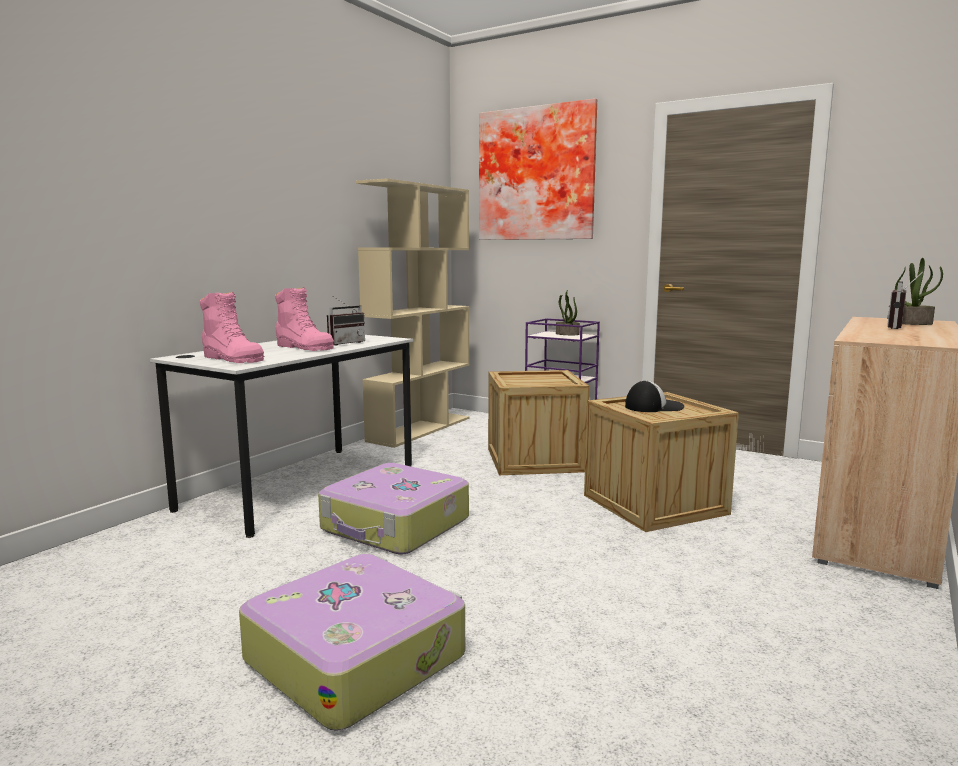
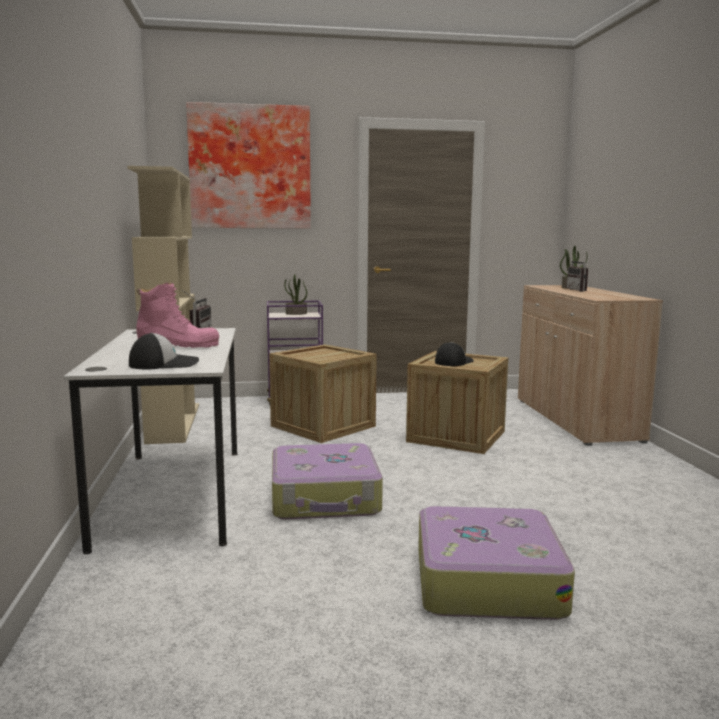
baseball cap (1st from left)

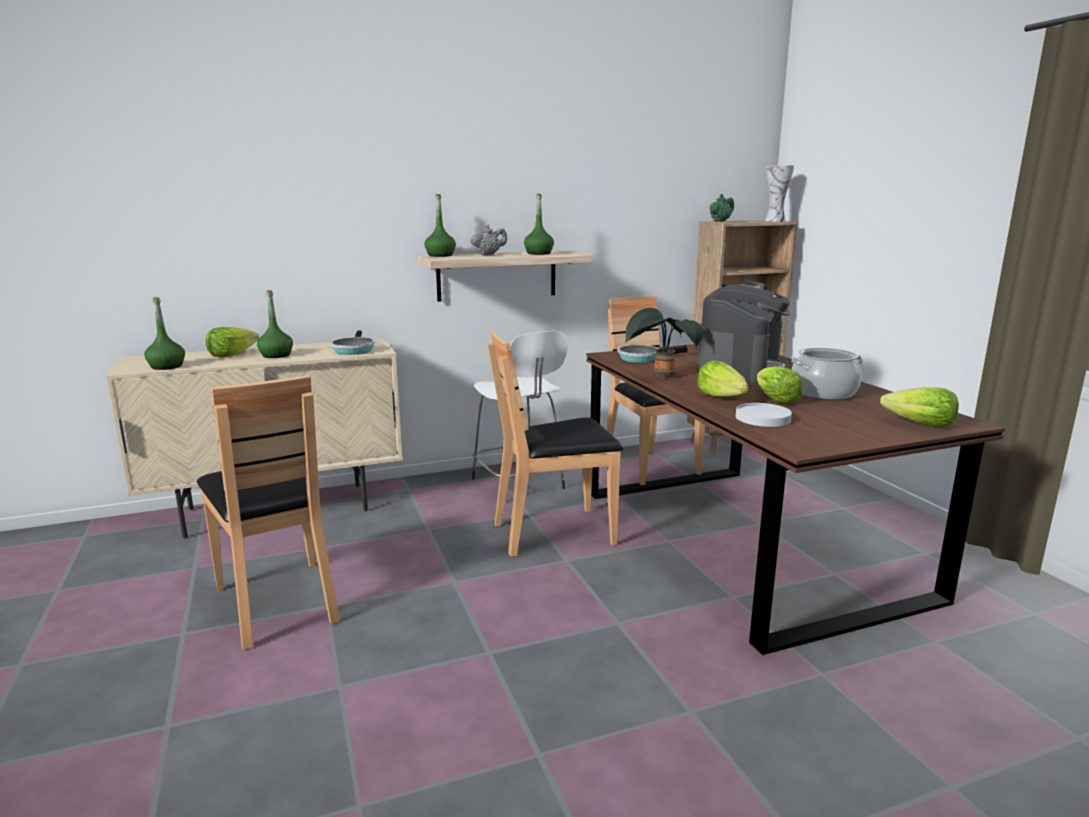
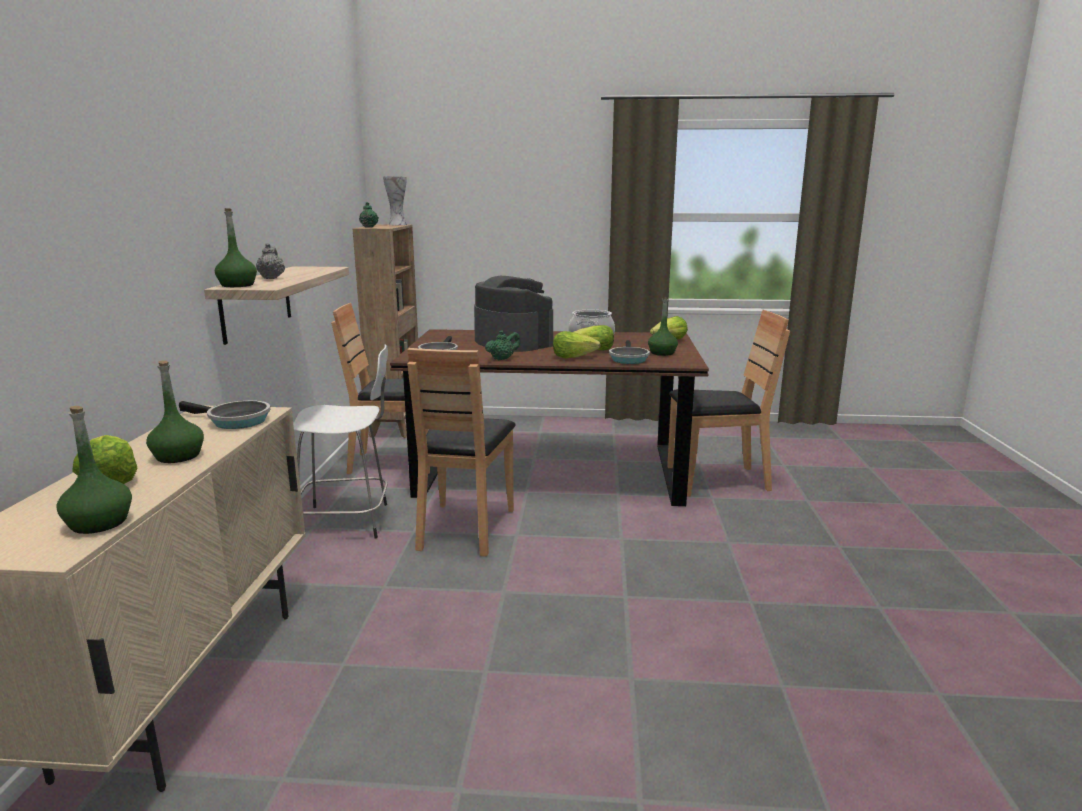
chair (brown) (3rd from left); bottle (green-coloured) (4th from left); tea pot (green-coloured) (2nd from left); skillet (3rd from left)

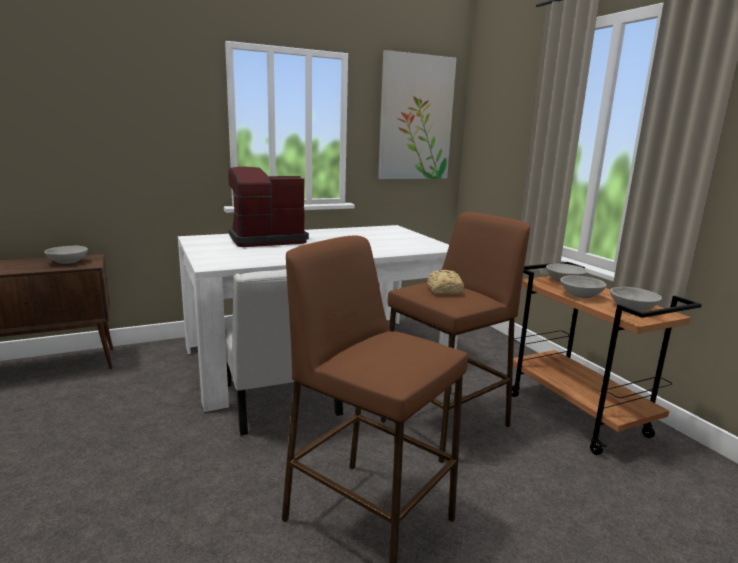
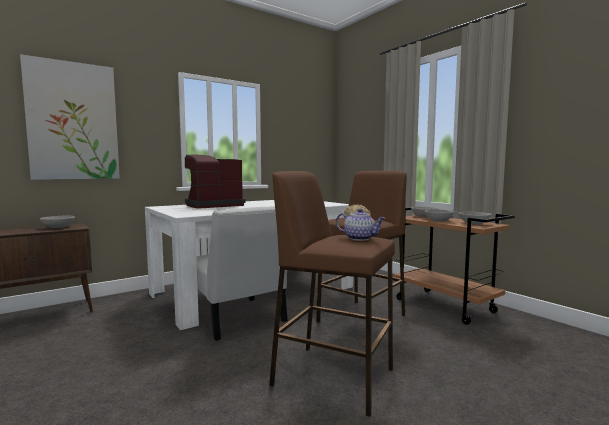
tea pot; wall picture

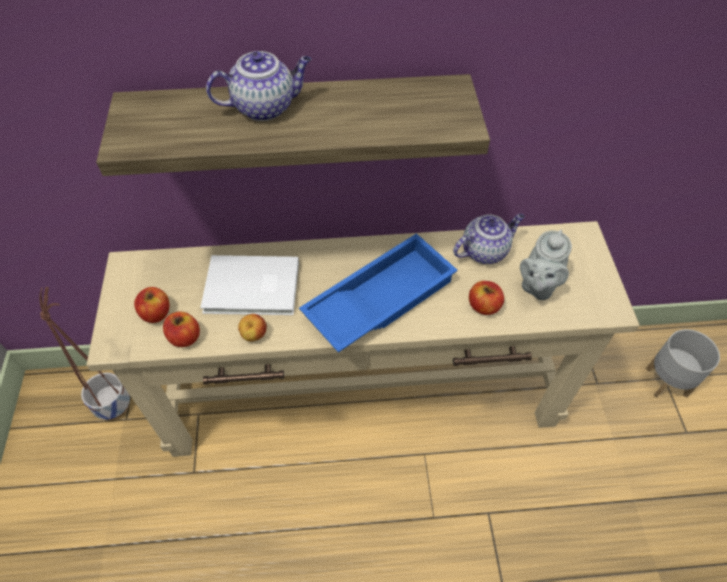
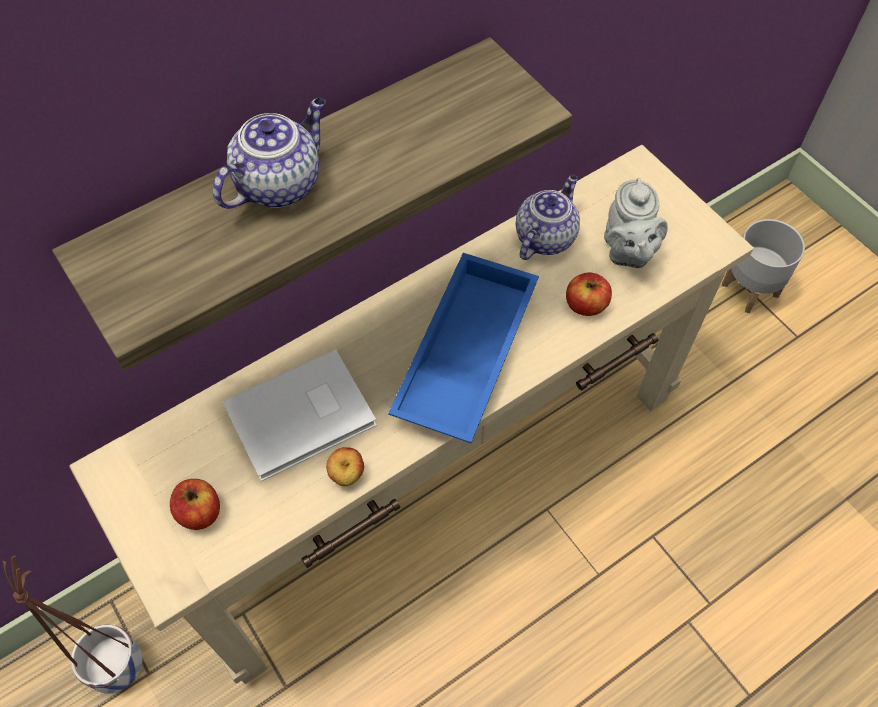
apple (2nd from left in the first image)

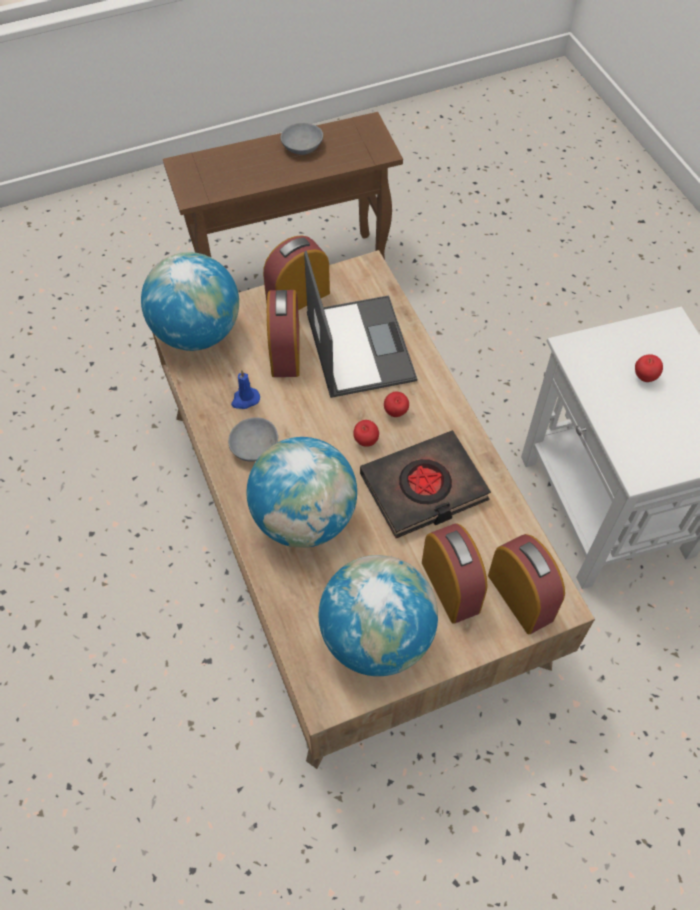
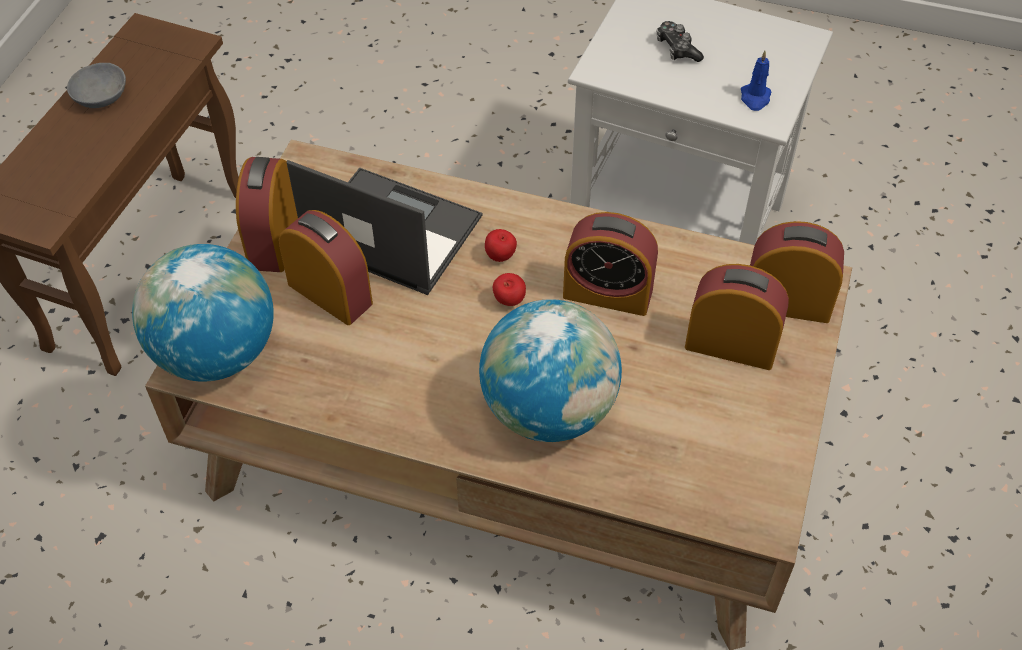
bowl (greyish) (1st from left in the first image); desk globe (3rd from left in the first image); wax candle (blue-coloured); alarm clock (3rd from left); joypad

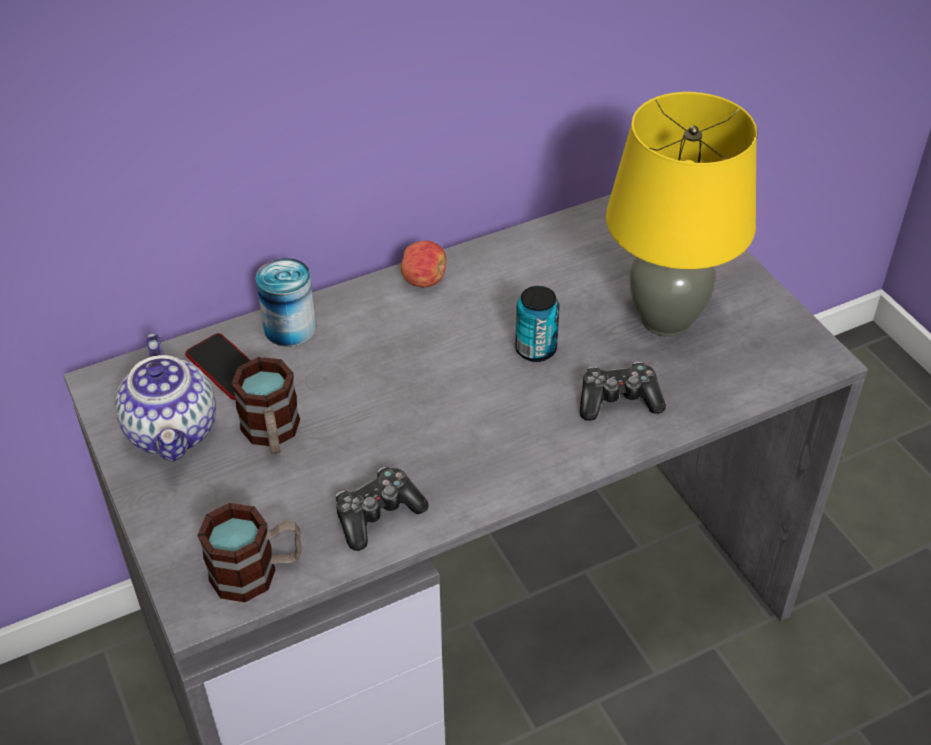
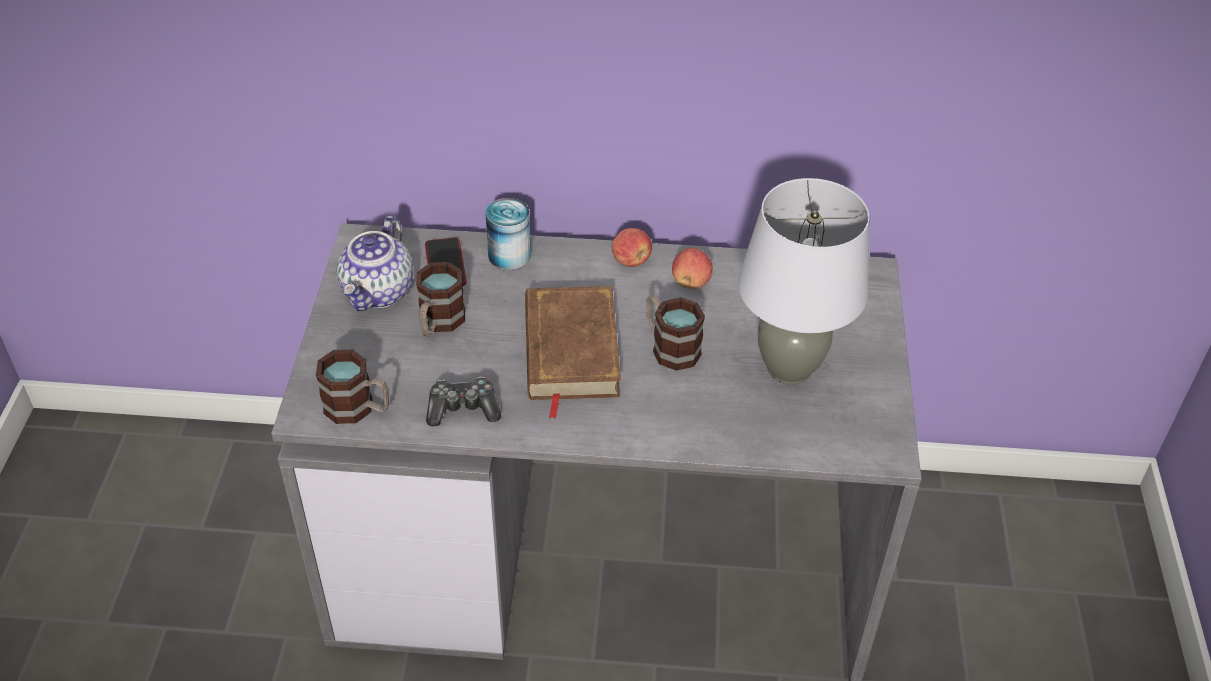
joypad (2nd from left in the first image); book (brown); apple (2nd from left); mug (3rd from left); tabletop lamp (greyish)

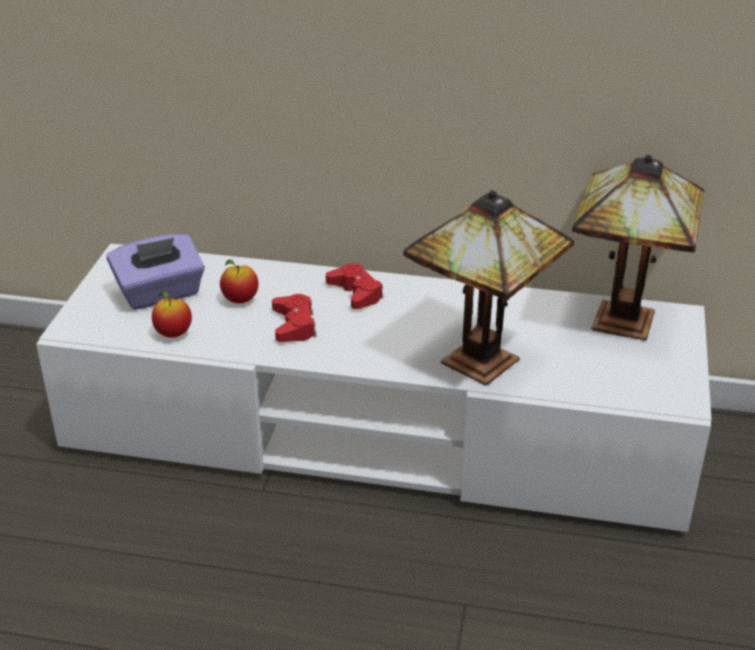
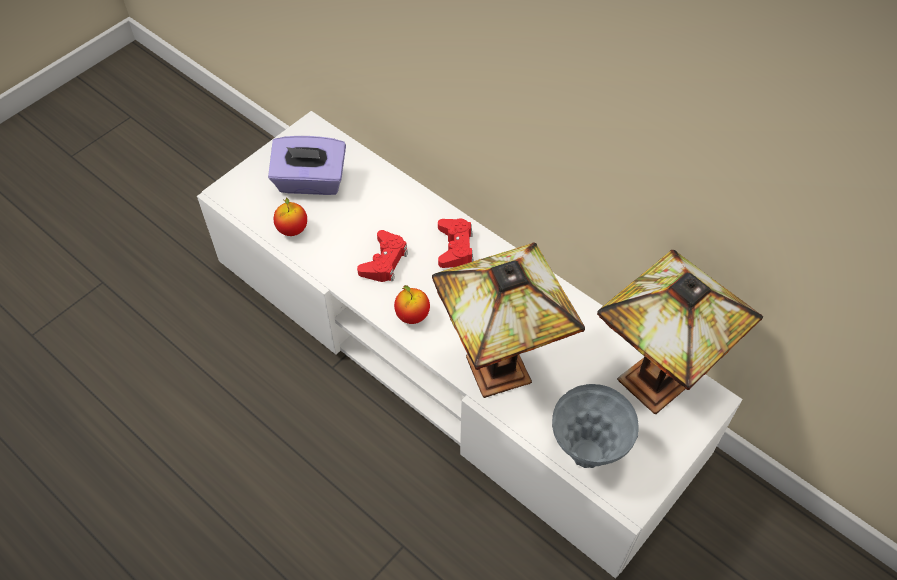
flower vase (greyish); apple (2nd from left)

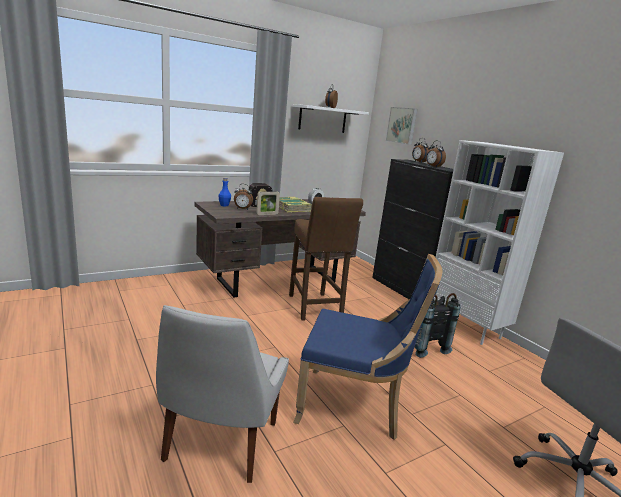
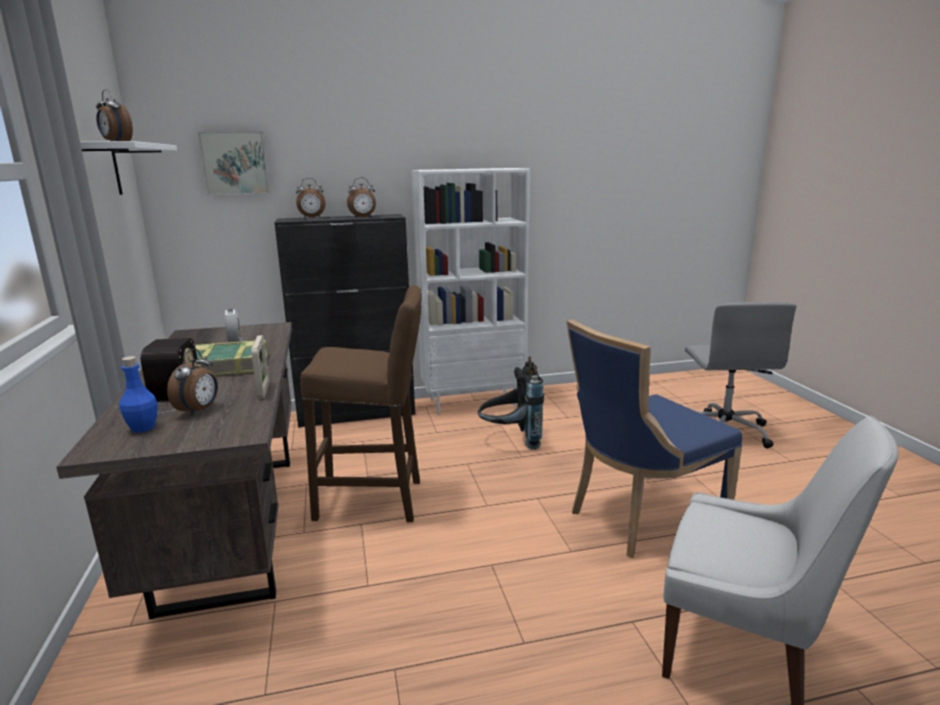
chair (blue-coloured)

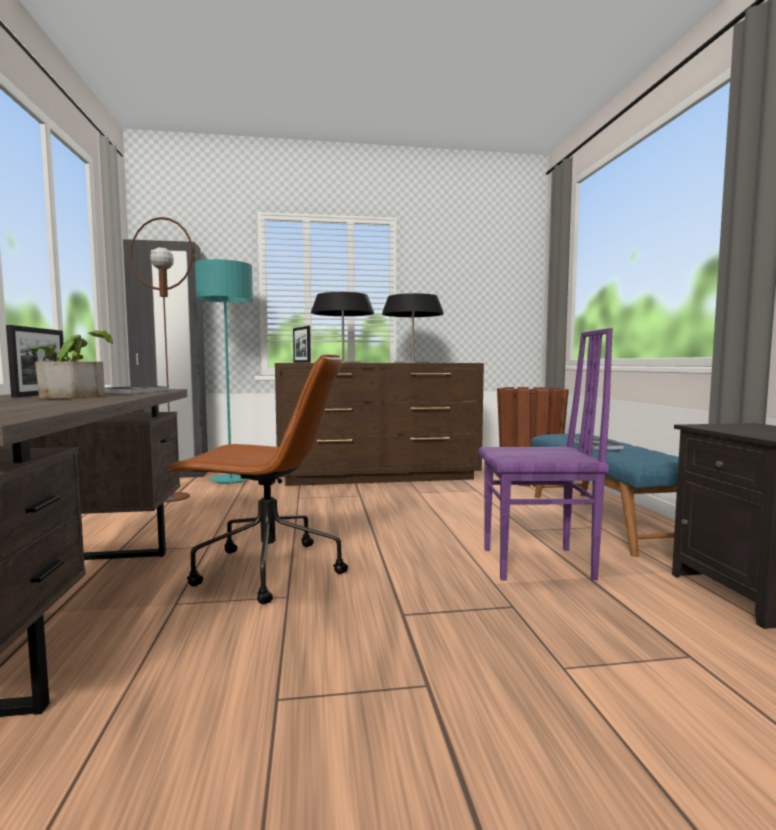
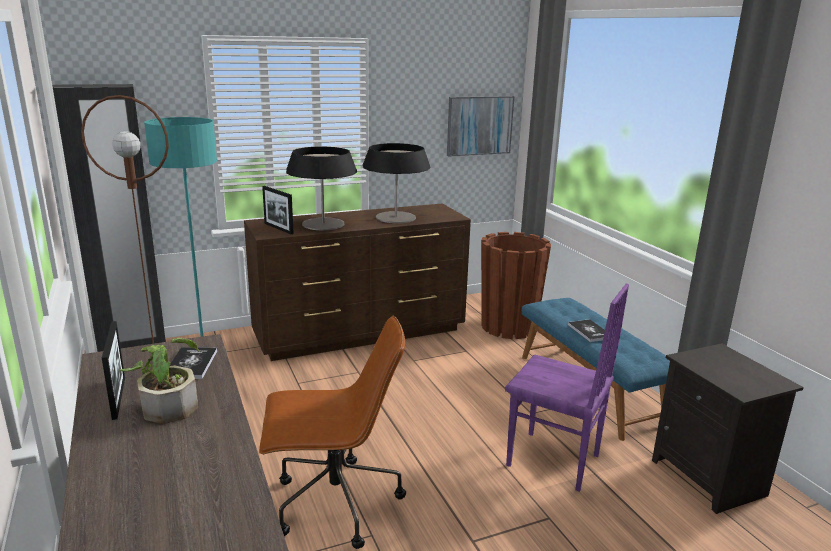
wall picture; chair (purple-coloured)

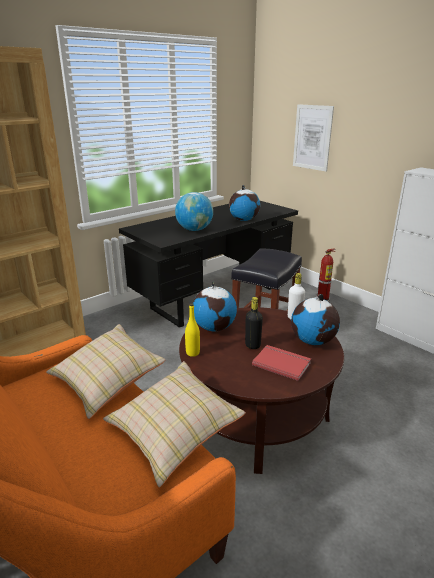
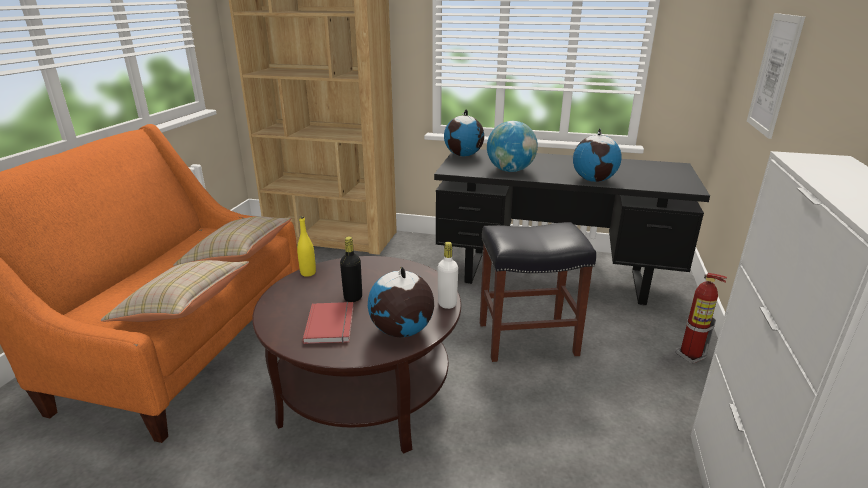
desk globe (2nd from left)

